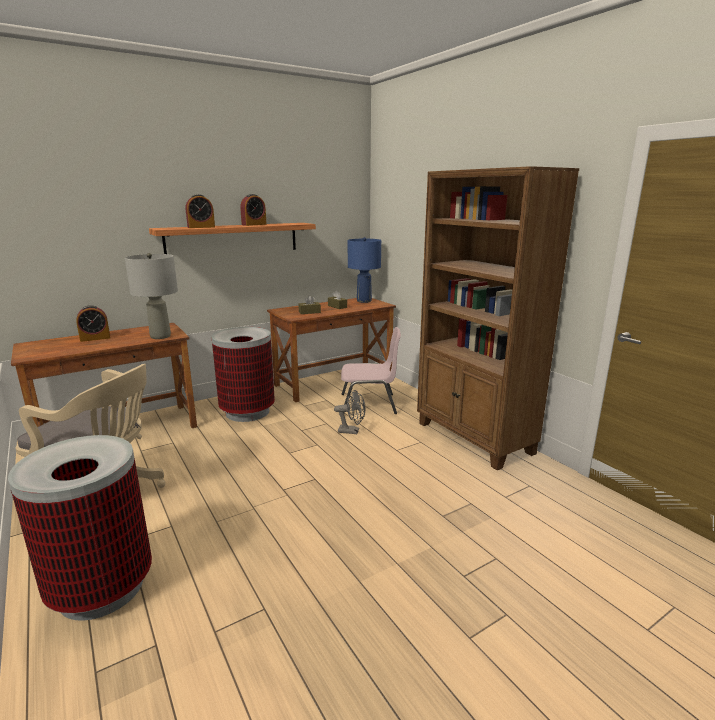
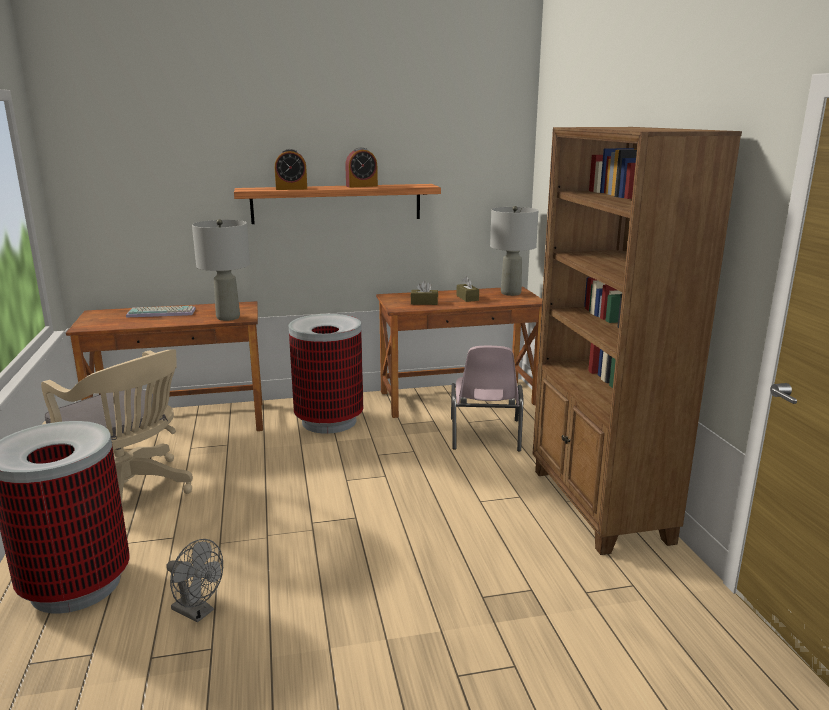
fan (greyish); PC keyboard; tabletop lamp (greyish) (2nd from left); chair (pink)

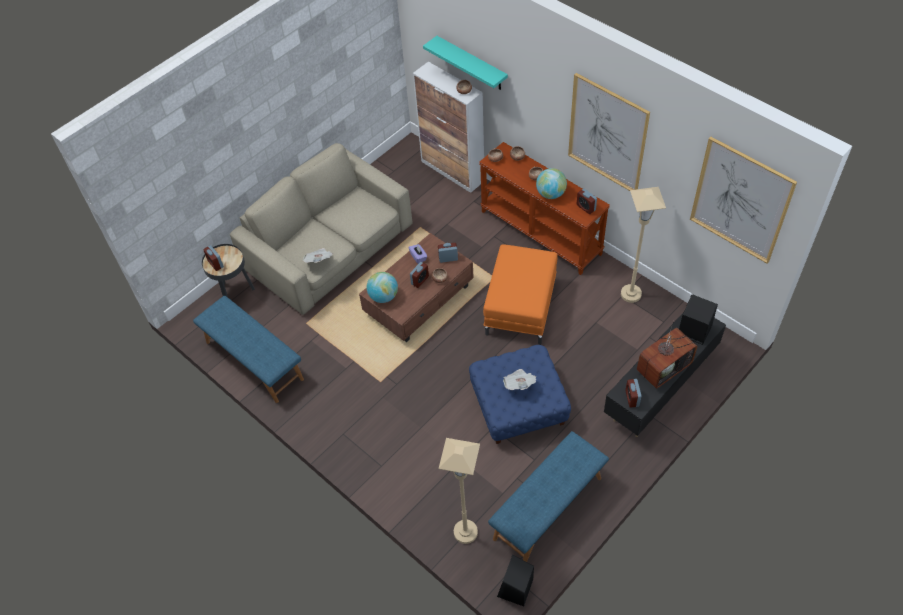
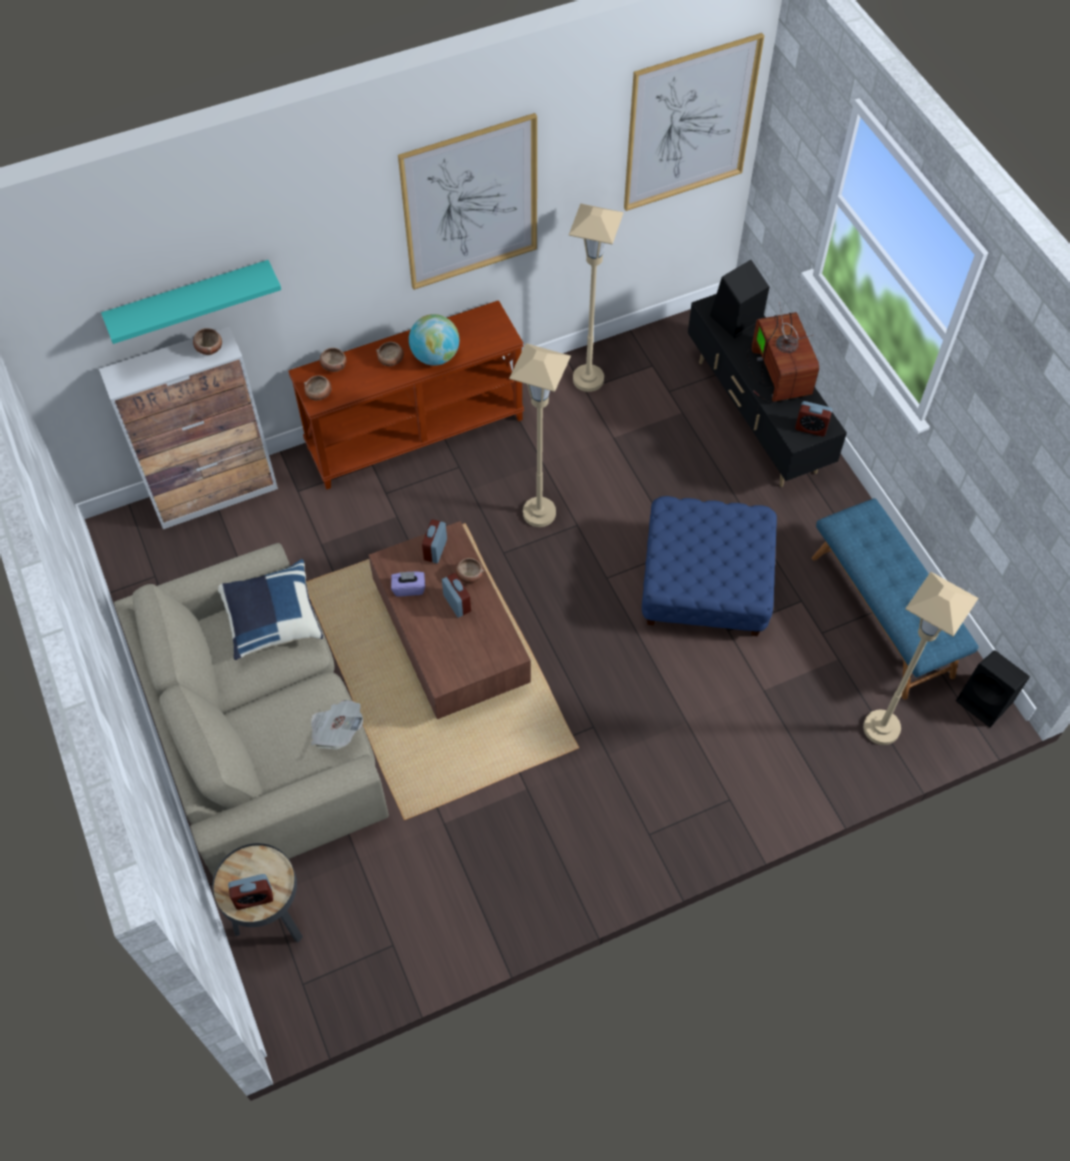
bench (blue-coloured) (1st from left in the first image); desk globe (1st from left in the first image); newspaper (2nd from left in the first image); alarm clock (4th from left in the first image); throw pillow (blue-coloured); standing lamp (beige) (1st from left)

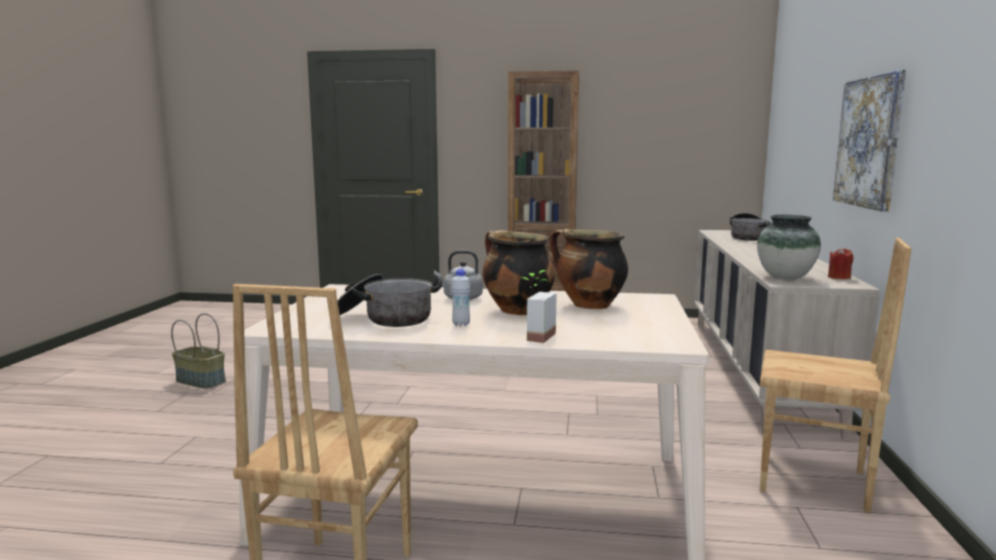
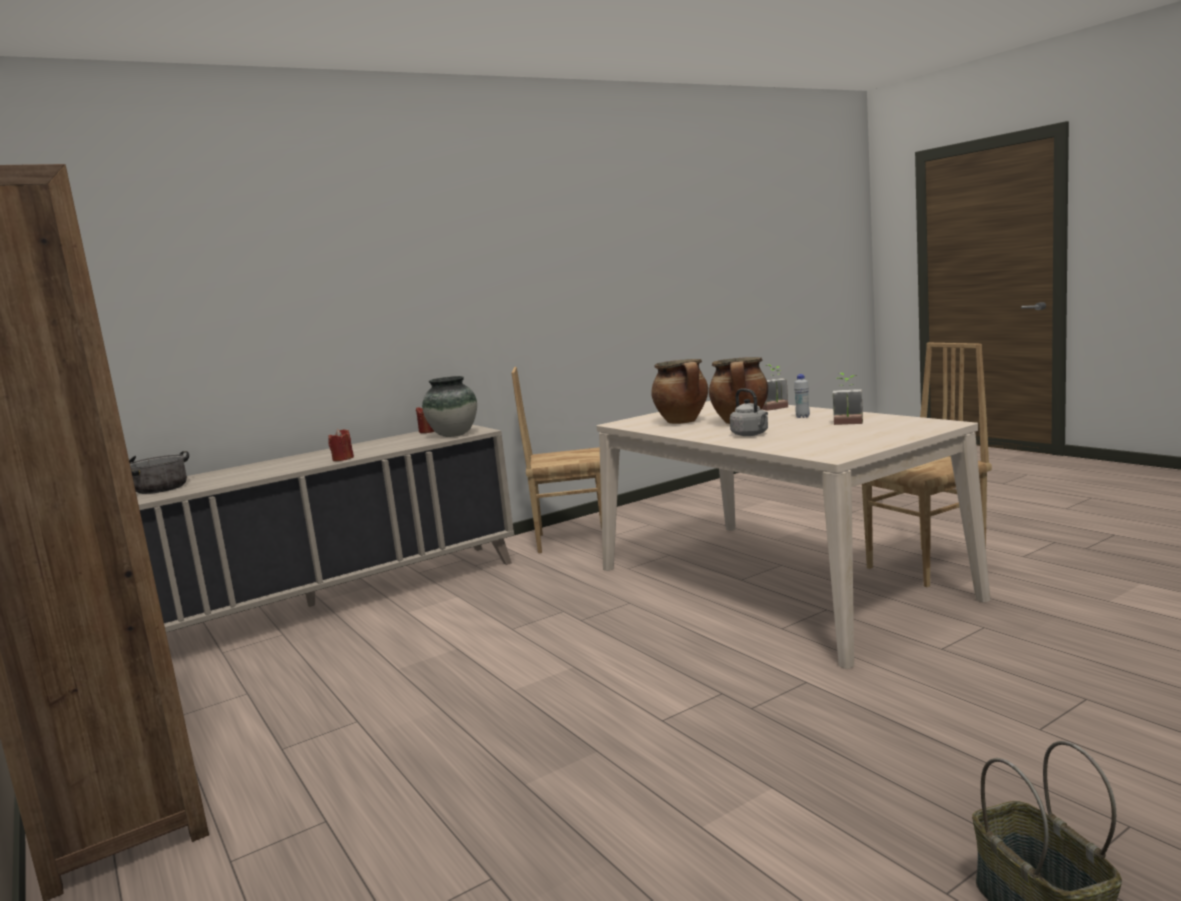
wall picture; wax candle (red) (1st from left); plant in a pot (2nd from left); chair (brown) (1st from left)

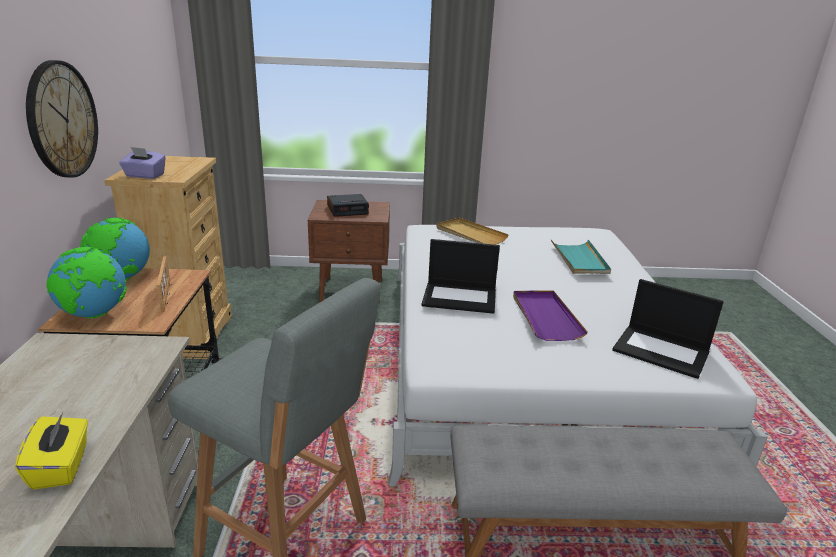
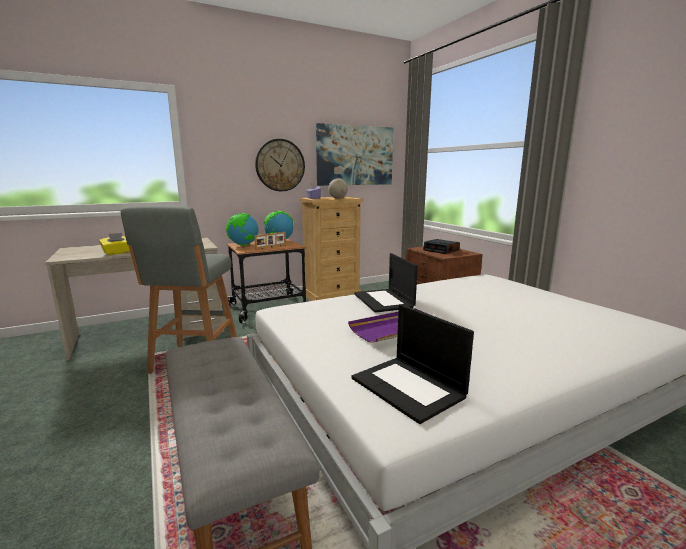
serving tray (beige); serving tray (blue-green); wall picture; desk globe (3rd from left); notebook computer (2nd from left)

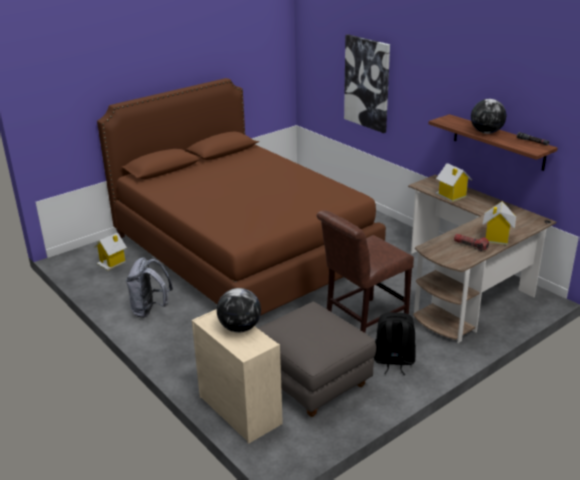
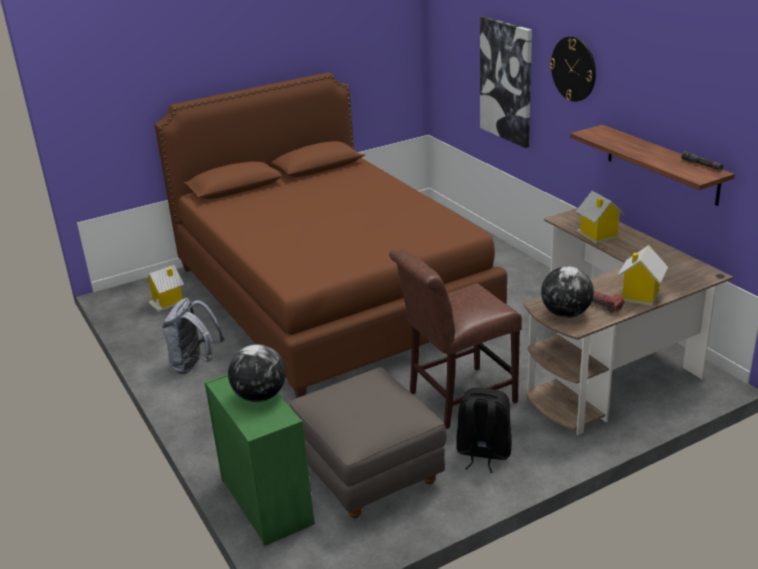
clock on the wall; desk globe (2nd from left); chest of drawers (green-coloured)

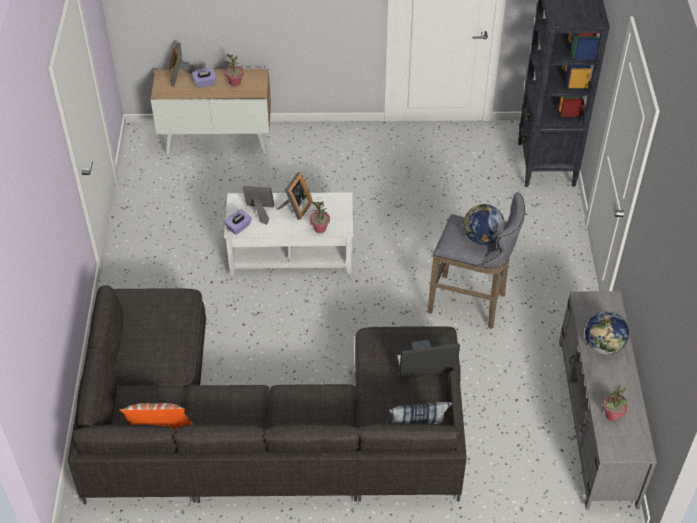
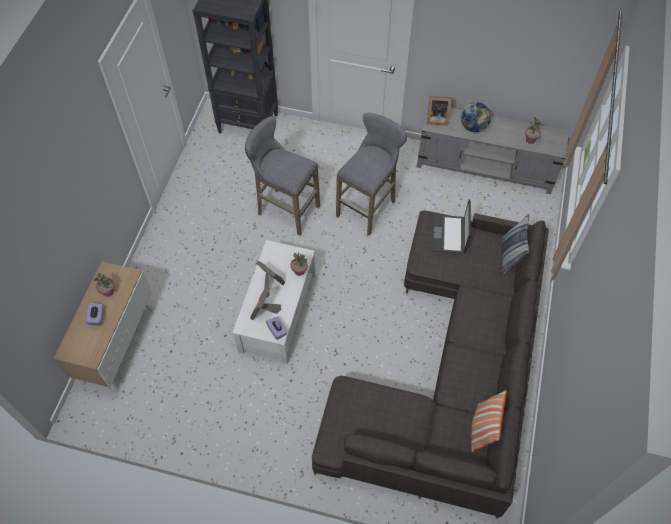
desk globe (1st from left in the first image); sitting stool (greyish) (1st from left); photo frame (3rd from left)

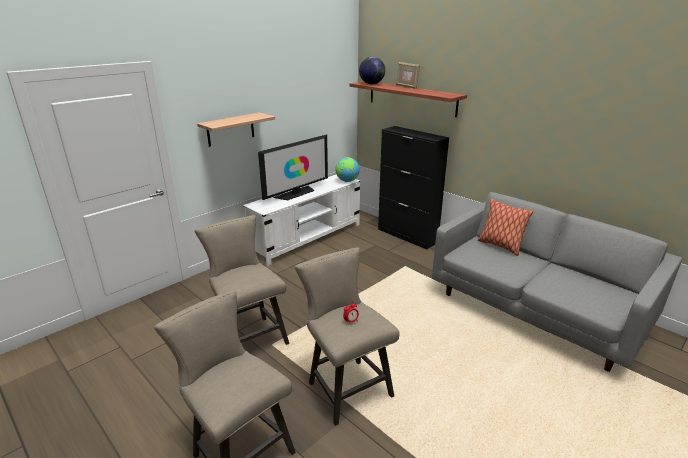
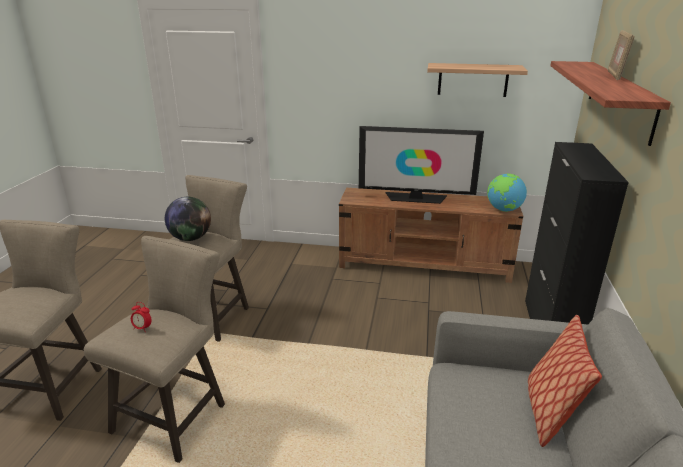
shelf (1st from left); desk globe (1st from left); media console (brown)

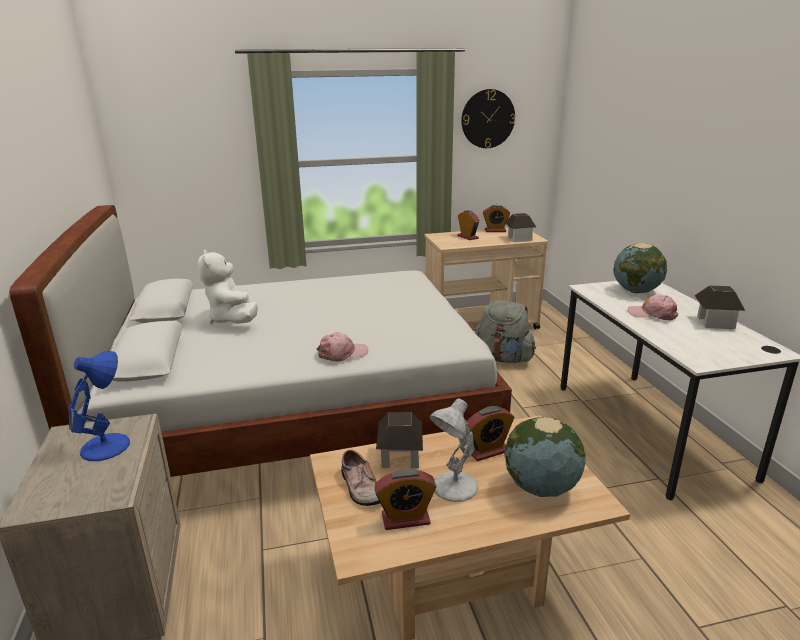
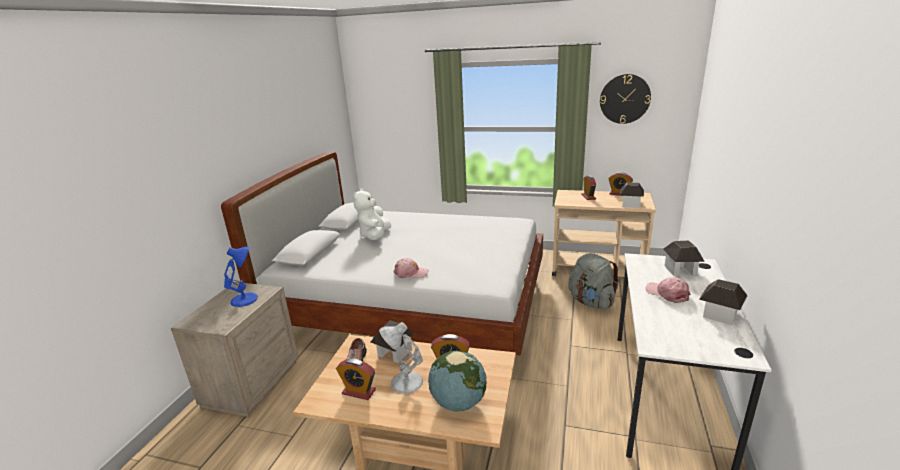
model house (3rd from left)

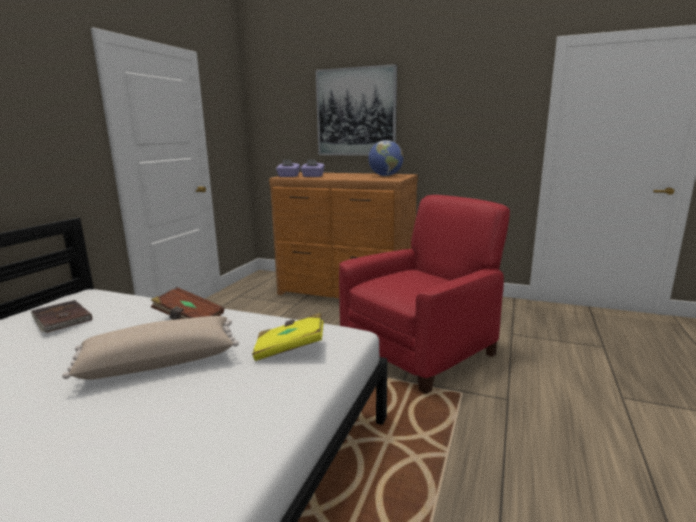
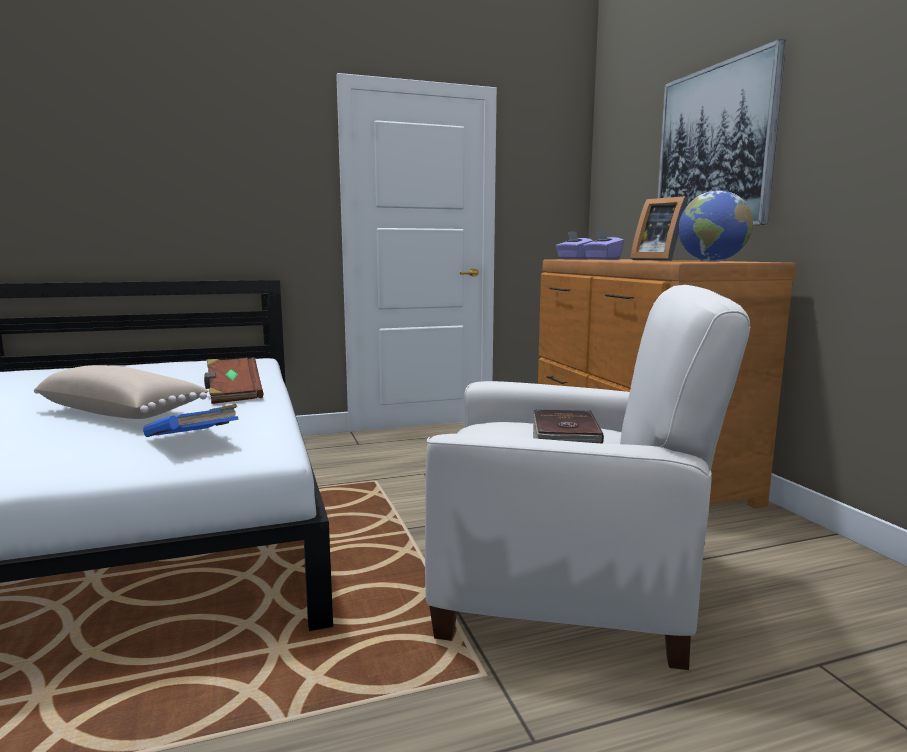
photo frame; book (brown) (2nd from left); book (blue-coloured); lounge chair (white)

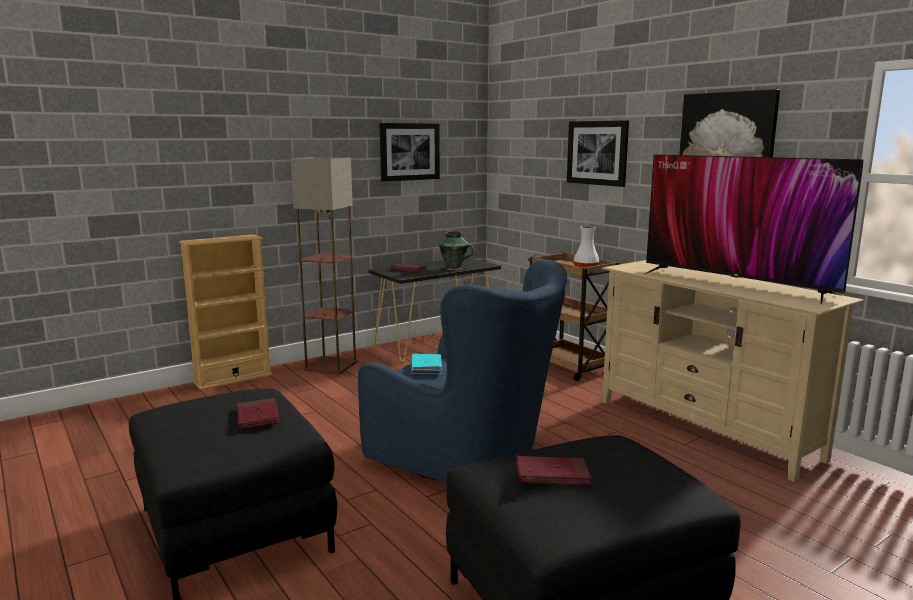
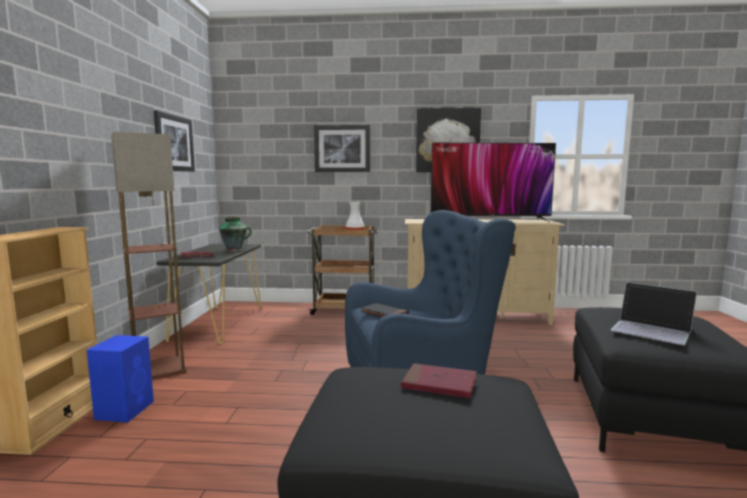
loudspeaker (blue-coloured); notebook computer; book (black)

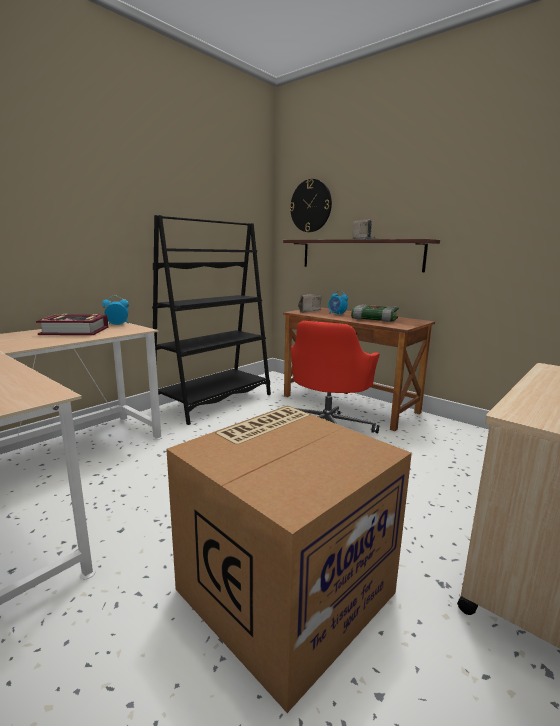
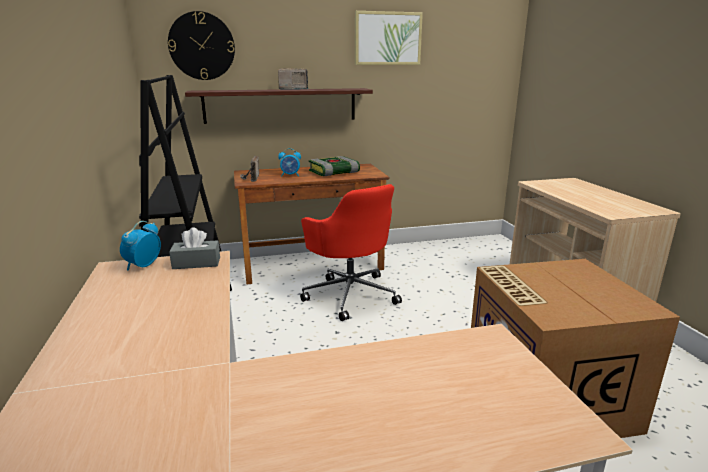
book (1st from left in the first image); tissue box (greyish); wall picture

